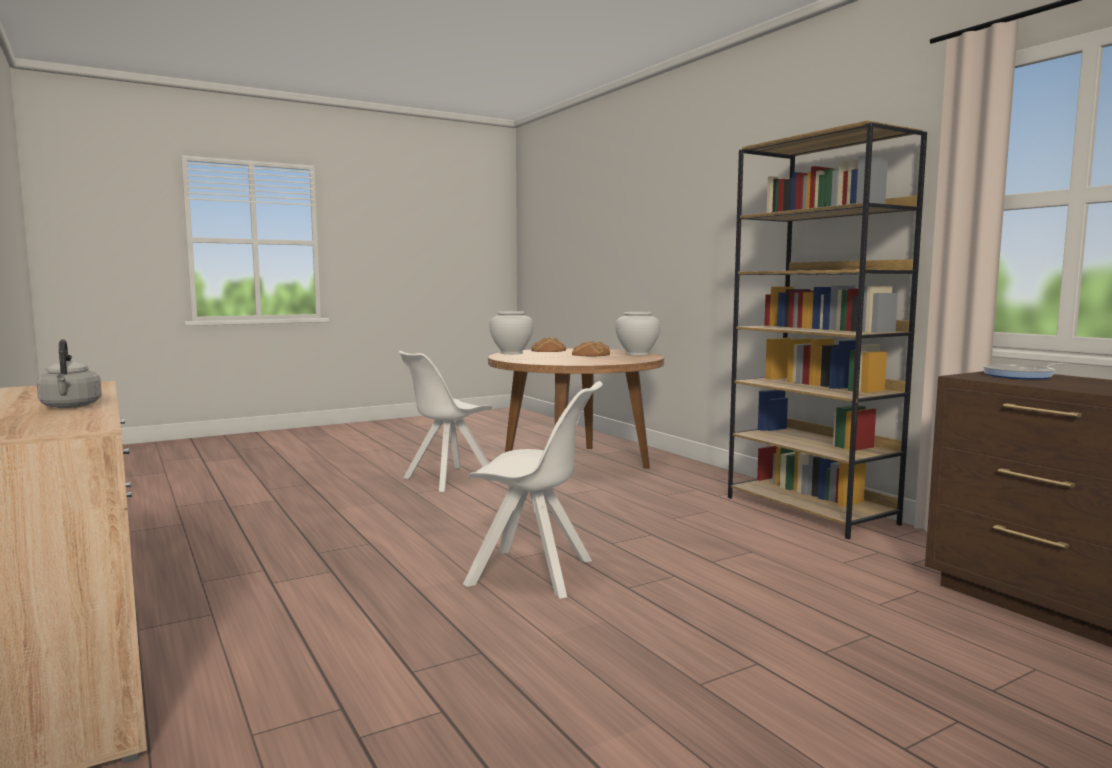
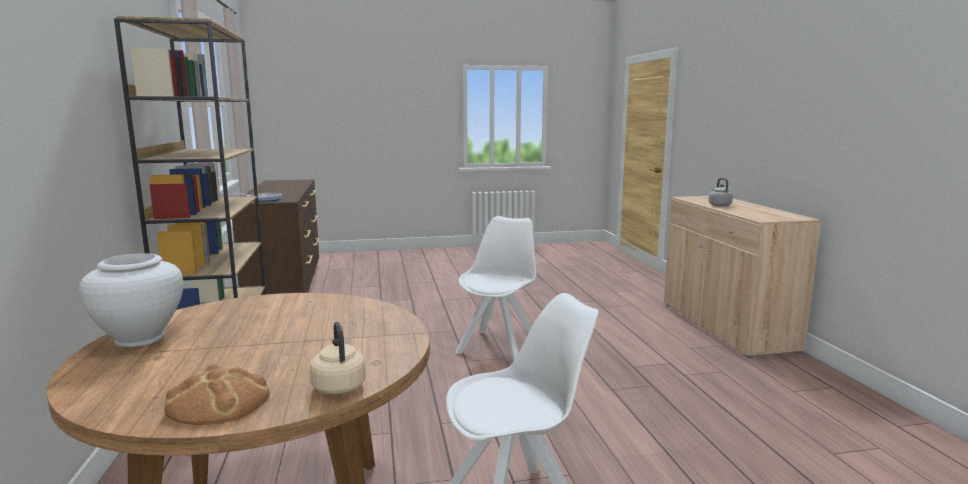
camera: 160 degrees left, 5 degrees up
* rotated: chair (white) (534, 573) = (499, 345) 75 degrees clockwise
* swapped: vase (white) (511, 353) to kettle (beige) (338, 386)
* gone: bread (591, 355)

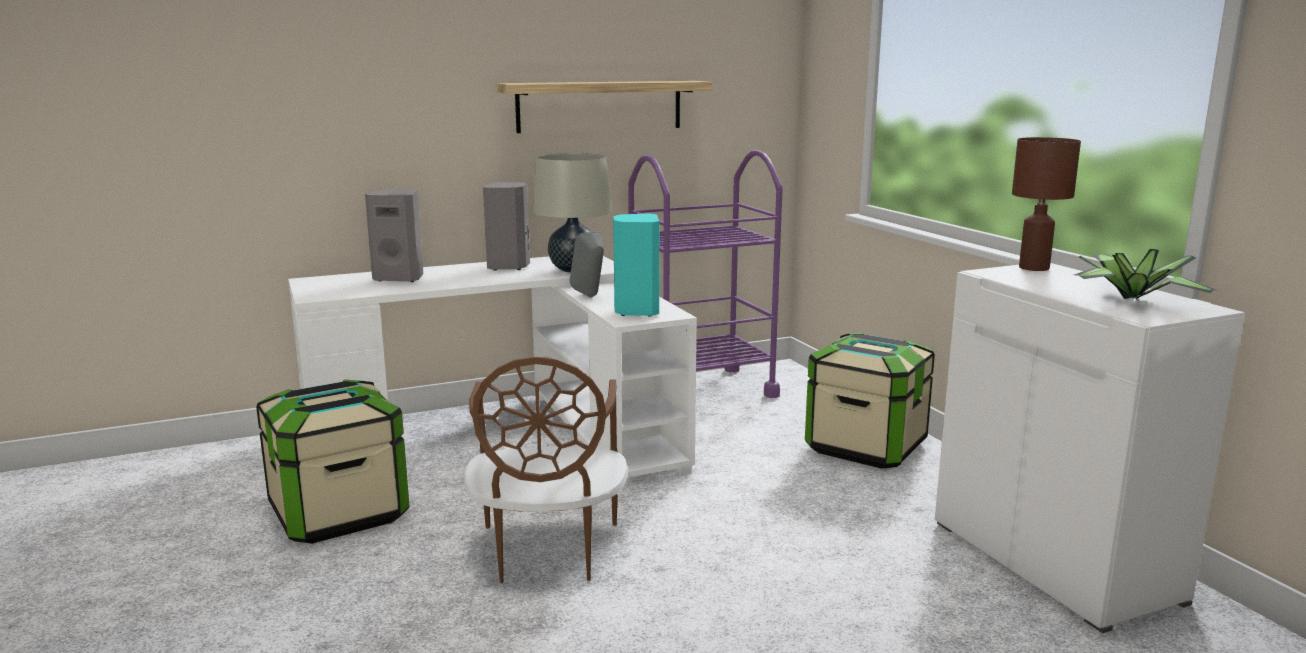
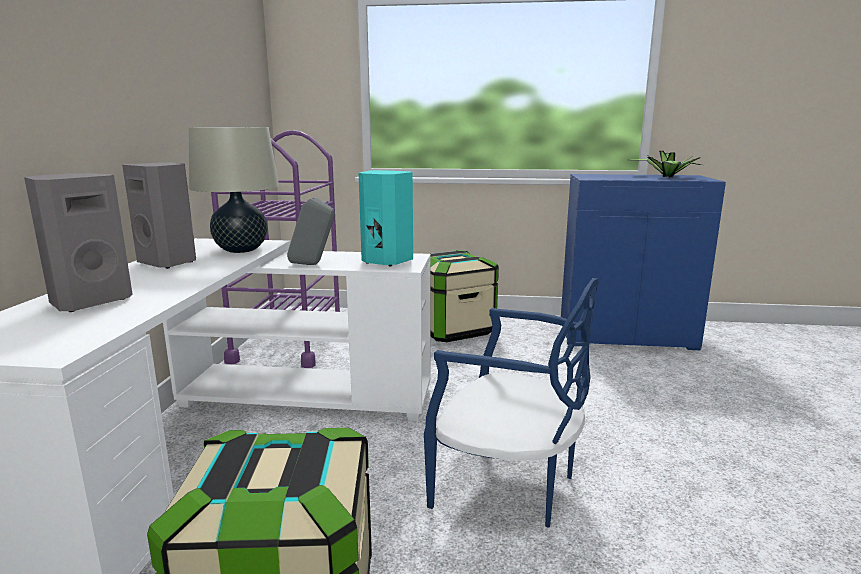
camera: 60 degrees left, 0 degrees up
* repainted: chair (brown) (547, 552) to chair (blue) (508, 486)
* gone: shelf (600, 106)
* repainted: cabinet (white) (1055, 561) to cabinet (blue) (626, 335)
* gone: table lamp (brown) (1034, 268)

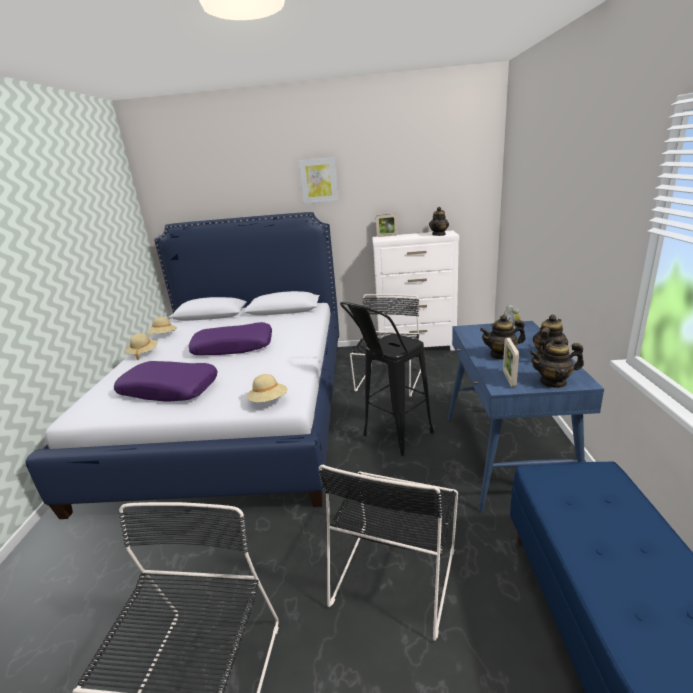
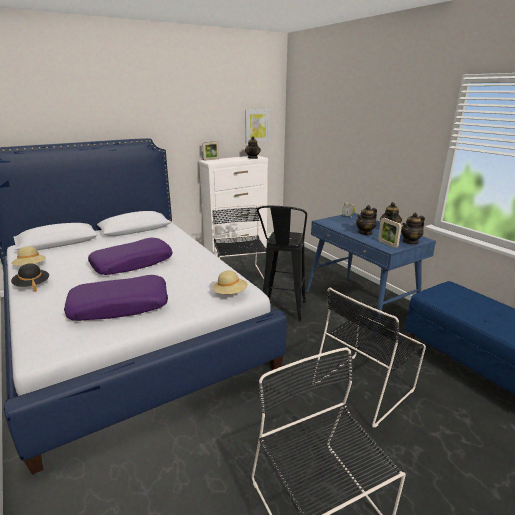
camera: 35 degrees left, 0 degrees up
* repainted: hat (beige) (143, 353) to hat (black) (32, 285)
* shifted: picture (318, 180) to (256, 126)
* rotated: chair (black) (396, 571) = (365, 386) 60 degrees clockwise

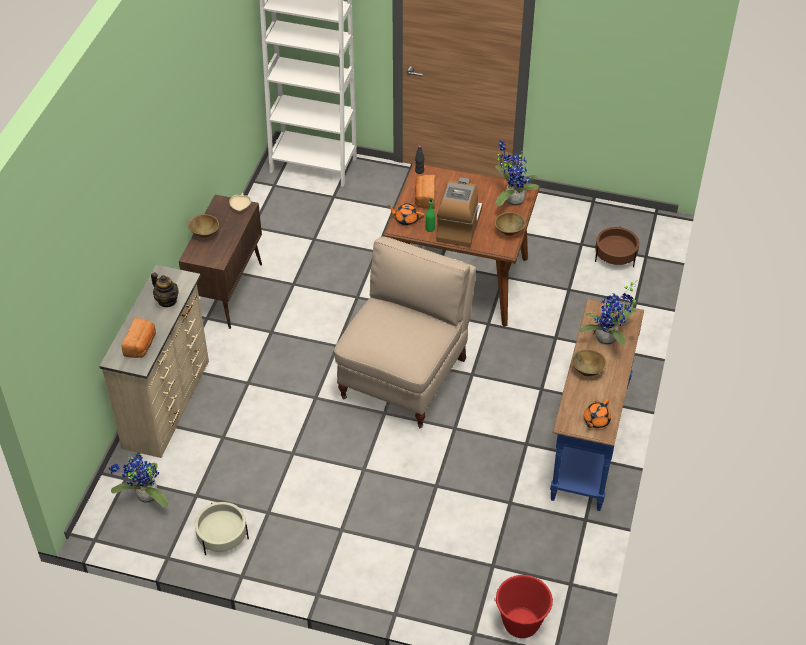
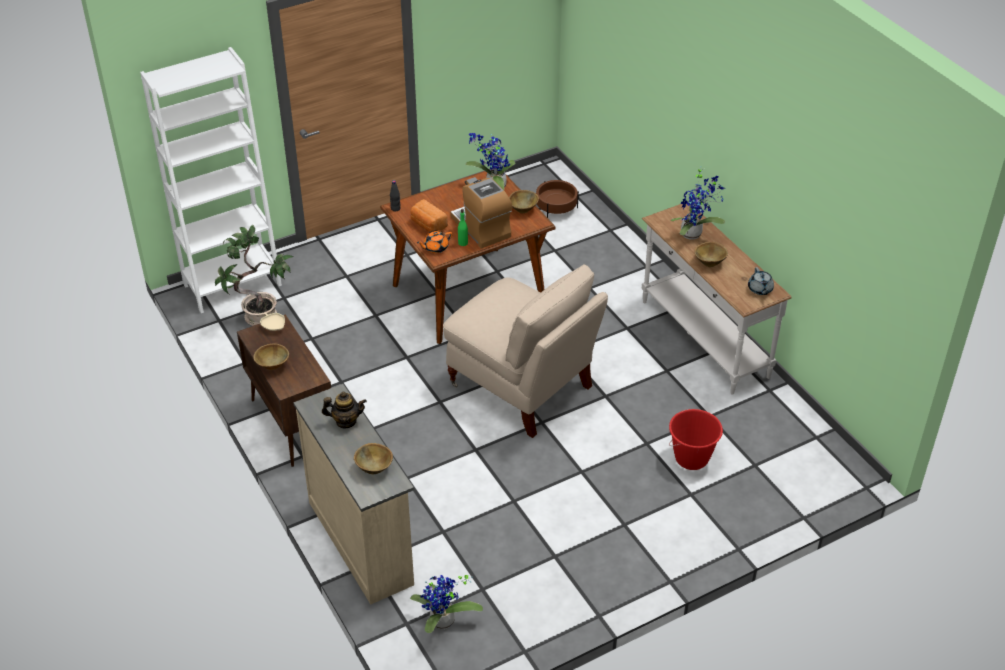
camera: 45 degrees left, 5 degrees down
* swapped: bread (141, 345) to bowl (brown) (374, 468)
* gone: planter (beige) (222, 537)
* rotated: chair (beige) (405, 377) = (522, 387) 150 degrees clockwise
* shifted: bucket (red) (521, 623) to (692, 458)
* repainted: console table (blue) (588, 441) to console table (white) (703, 339)
* repainted: teapot (orange) (596, 420) to teapot (grey) (760, 289)
* new: potted plant (260, 317)

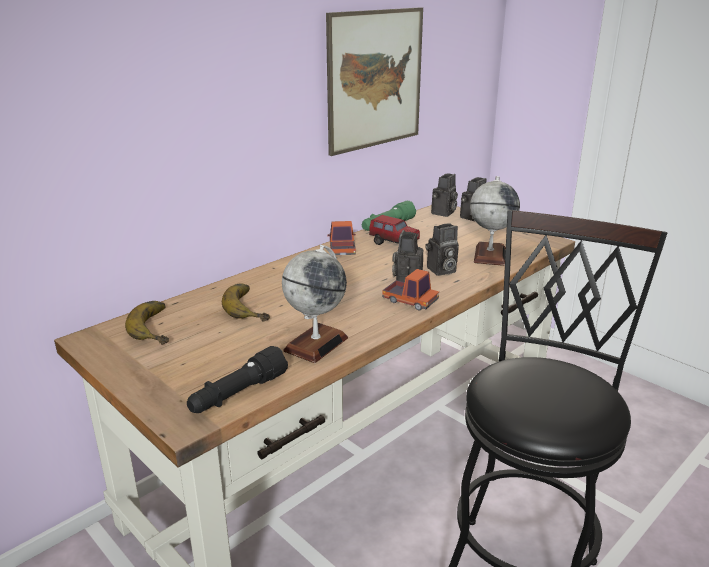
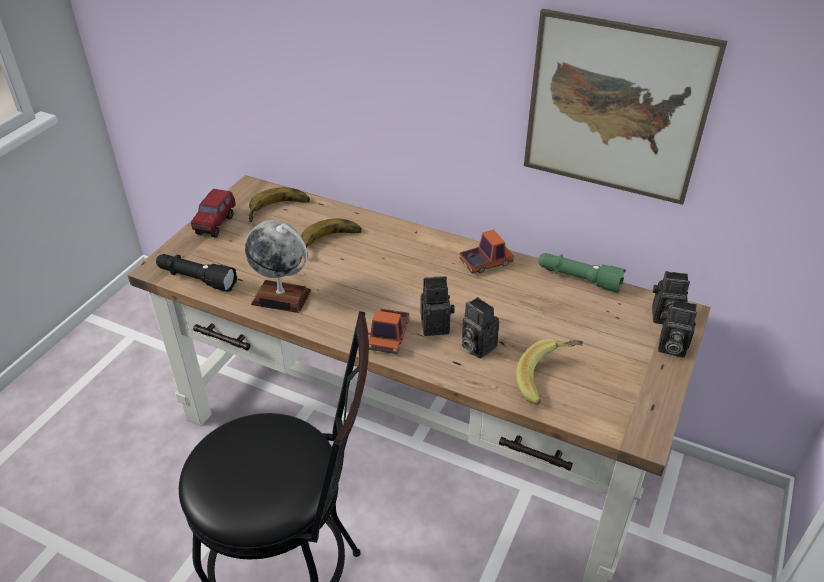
camera: 70 degrees right, 15 degrees up
* shifted: toy truck (394, 244) to (216, 224)
* swapped: globe (489, 255) to banana (548, 380)

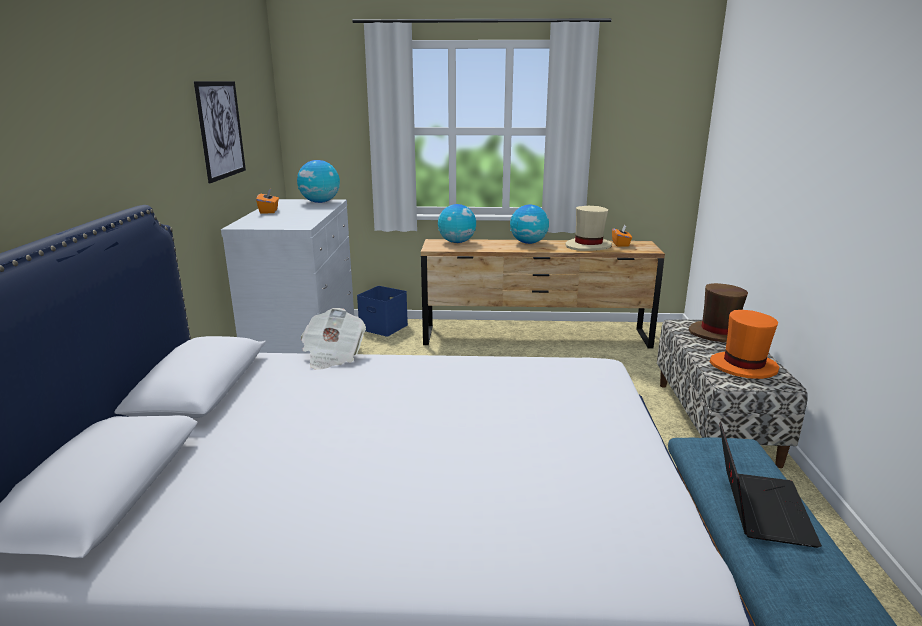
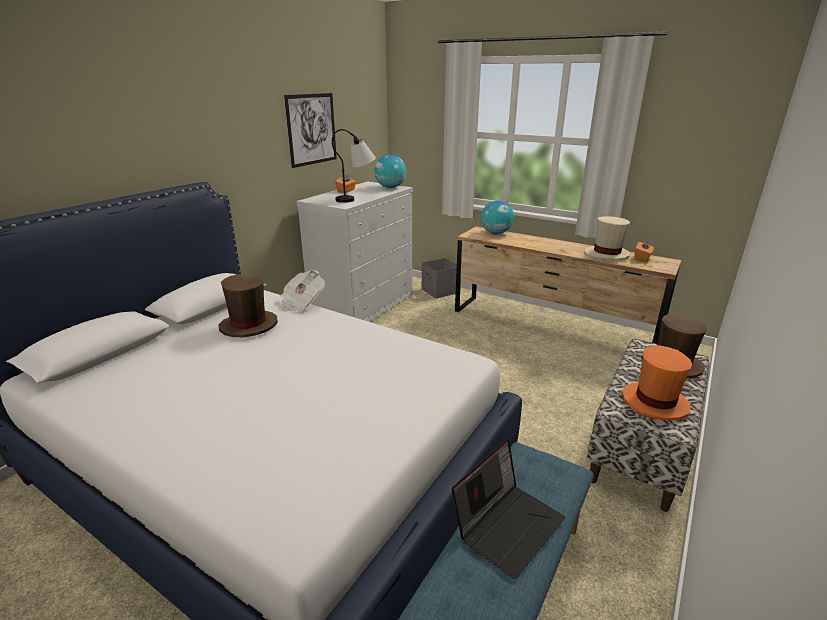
camera: 30 degrees right, 5 degrees up
* repainted: storage box (blue) (384, 327) to storage box (grey) (440, 291)
* gone: globe (528, 243)
* new: hat (brown) (248, 326)
* new: table lamp (357, 199)

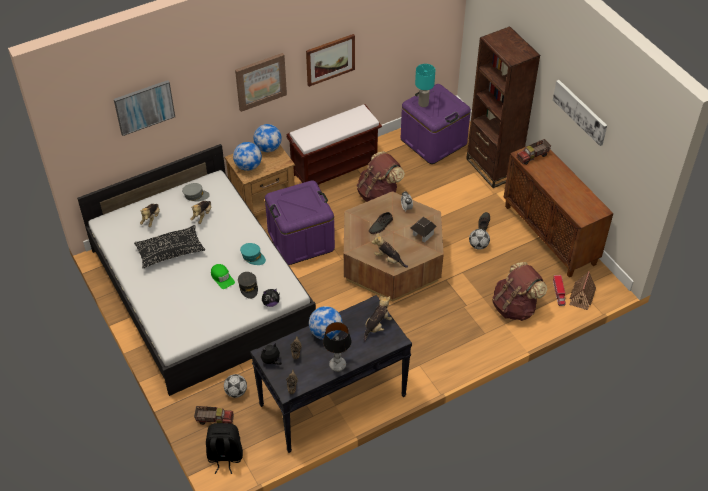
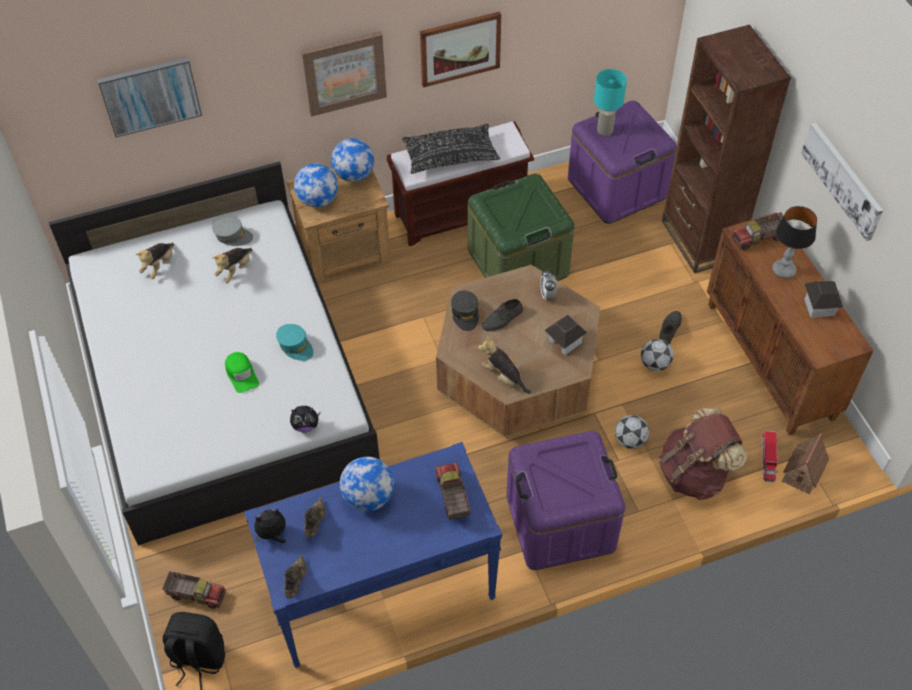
camera: 10 degrees right, 5 degrees up
* shifted: pillow (black) (170, 252) to (450, 157)
* shifted: football (236, 392) to (630, 440)
* shifted: cap (grey) (248, 287) to (465, 314)
* repainted: console table (black) (332, 401) to console table (blue) (380, 590)
* shifted: storage box (purple) (301, 240) to (560, 522)
* shifted: table lamp (337, 365) to (783, 270)
* swapped: backpack (brown) (378, 194) to storage box (green) (518, 262)
* swapped: plush toy (377, 326) to toy truck (452, 497)
* new: toy house (819, 307)

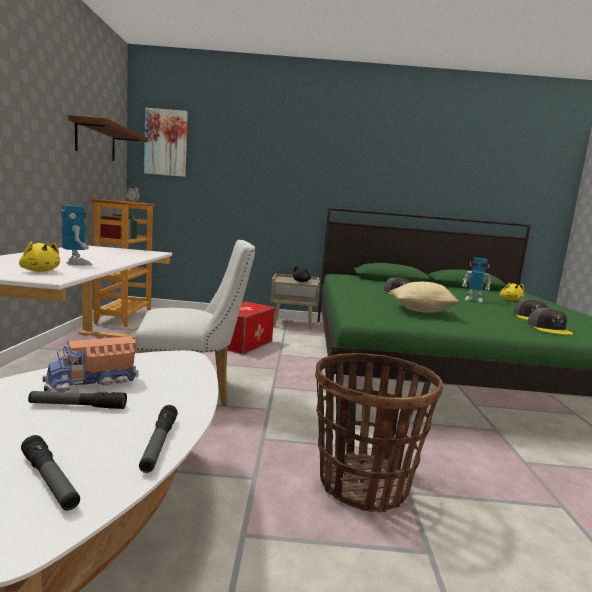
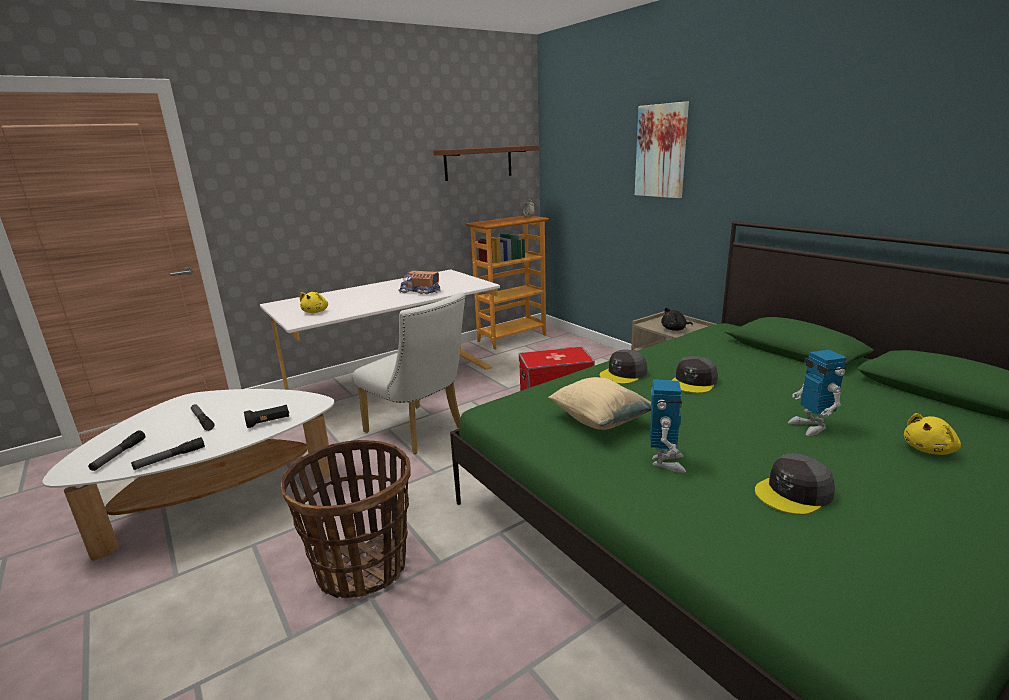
camera: 55 degrees right, 10 degrees up
* shifted: toy truck (92, 382) to (420, 292)
* shifted: toy robot (76, 263) to (665, 462)
* shifted: picture (166, 143) to (661, 151)
* shifted: cap (grey) (549, 329) to (624, 374)
* new: flashlight (black) (269, 422)

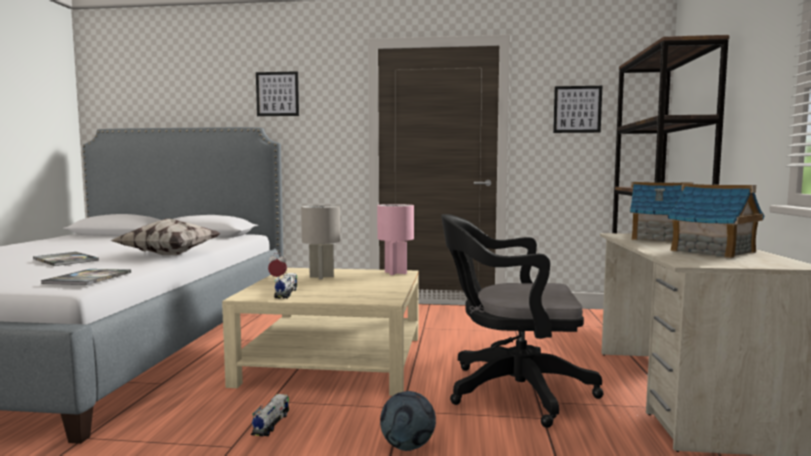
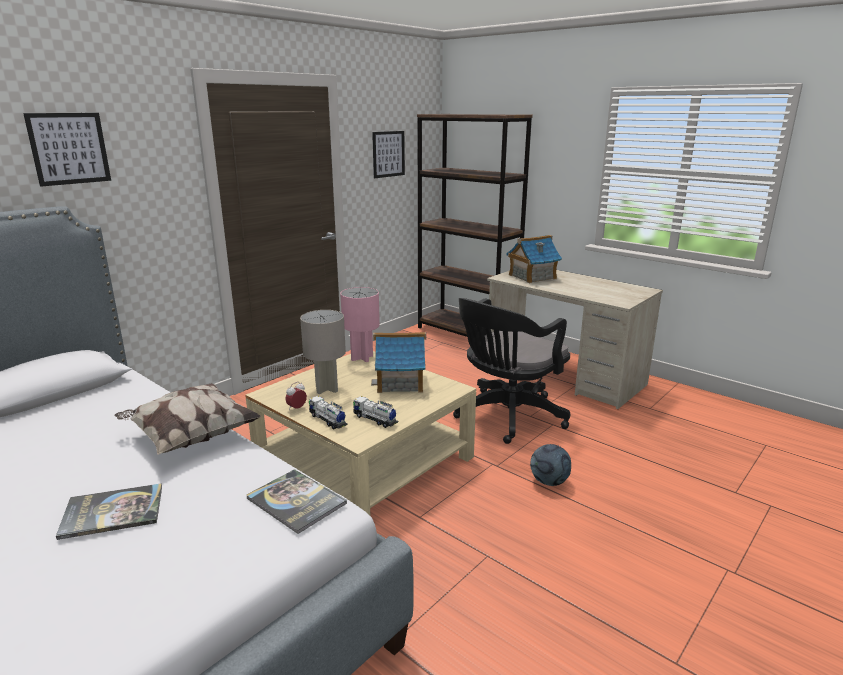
camera: 55 degrees left, 15 degrees up
* shifted: toy truck (270, 425) to (328, 420)
* shifted: toy house (713, 251) to (400, 382)

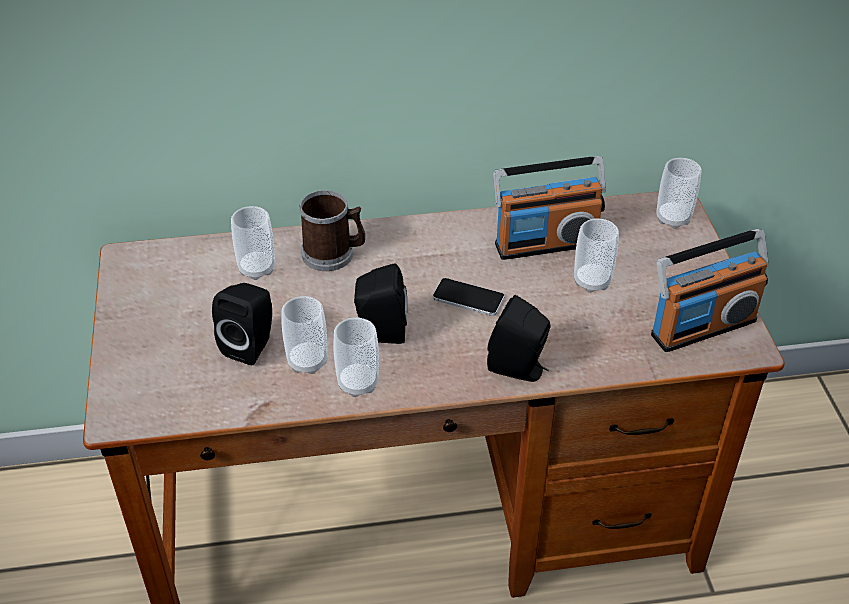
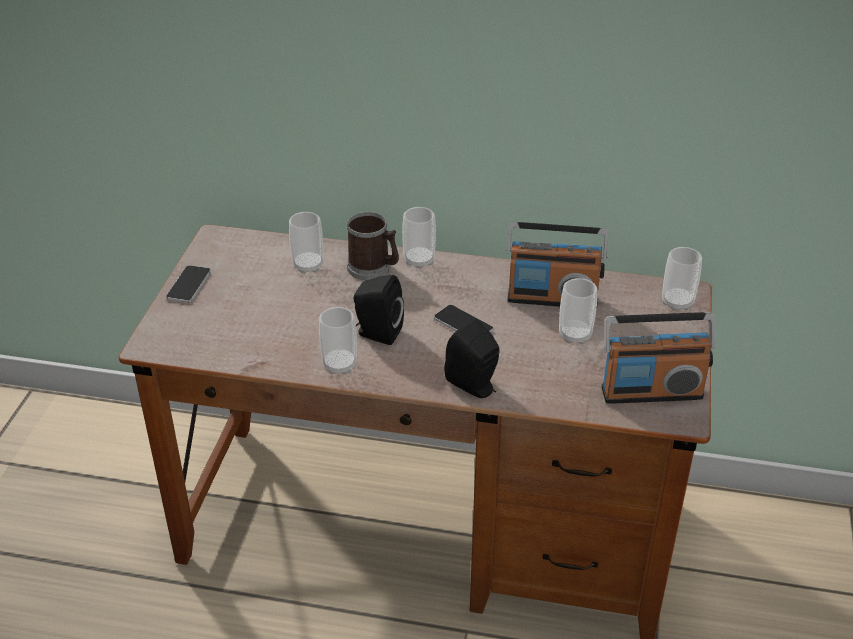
camera: 20 degrees right, 5 degrees down
* gone: speaker (black) (251, 345)
* shifted: cup (307, 361) to (419, 261)
* new: phone (189, 285)

